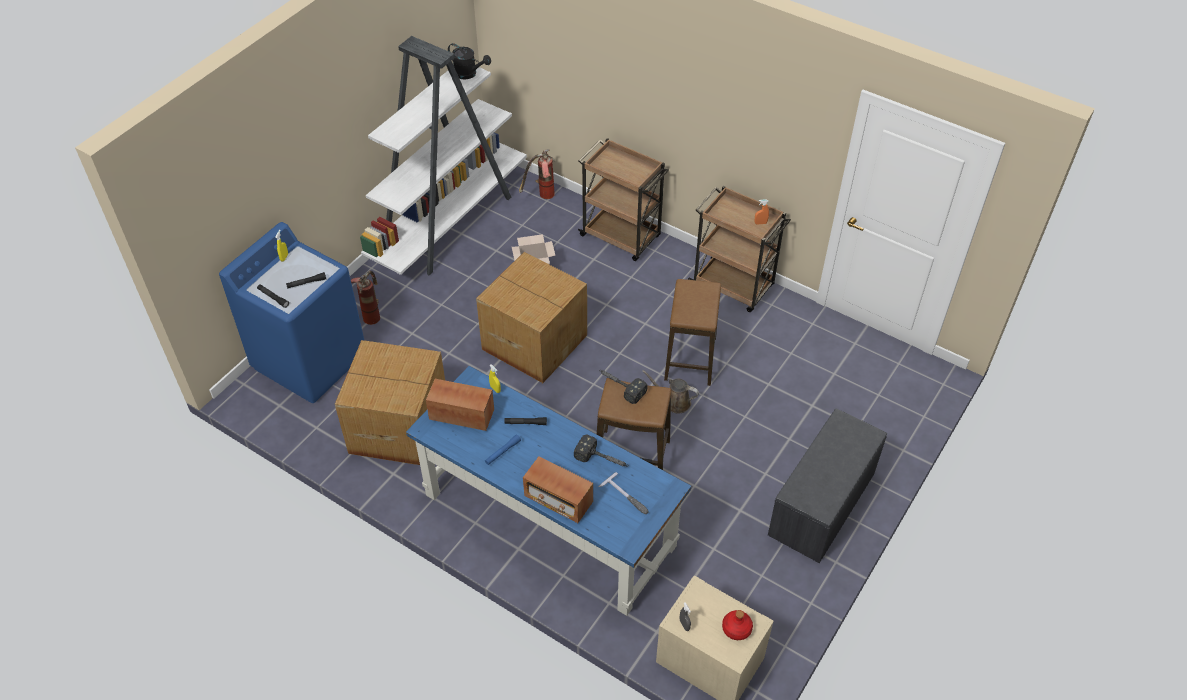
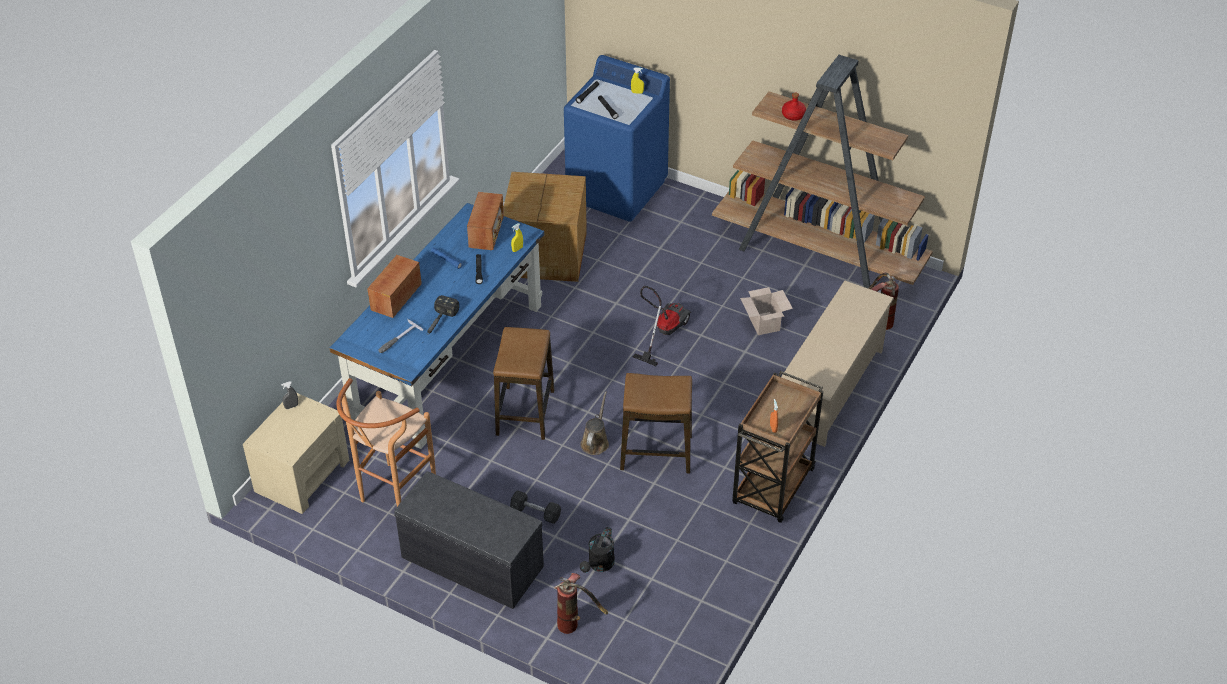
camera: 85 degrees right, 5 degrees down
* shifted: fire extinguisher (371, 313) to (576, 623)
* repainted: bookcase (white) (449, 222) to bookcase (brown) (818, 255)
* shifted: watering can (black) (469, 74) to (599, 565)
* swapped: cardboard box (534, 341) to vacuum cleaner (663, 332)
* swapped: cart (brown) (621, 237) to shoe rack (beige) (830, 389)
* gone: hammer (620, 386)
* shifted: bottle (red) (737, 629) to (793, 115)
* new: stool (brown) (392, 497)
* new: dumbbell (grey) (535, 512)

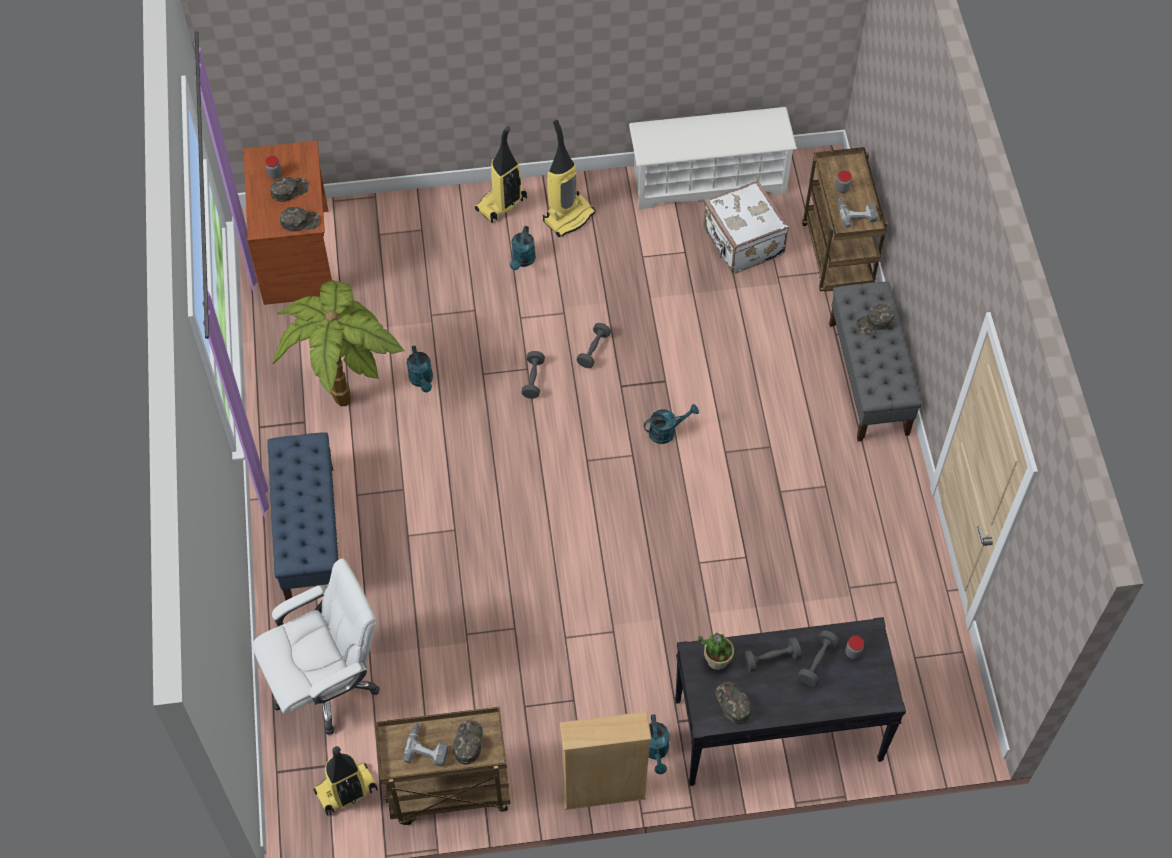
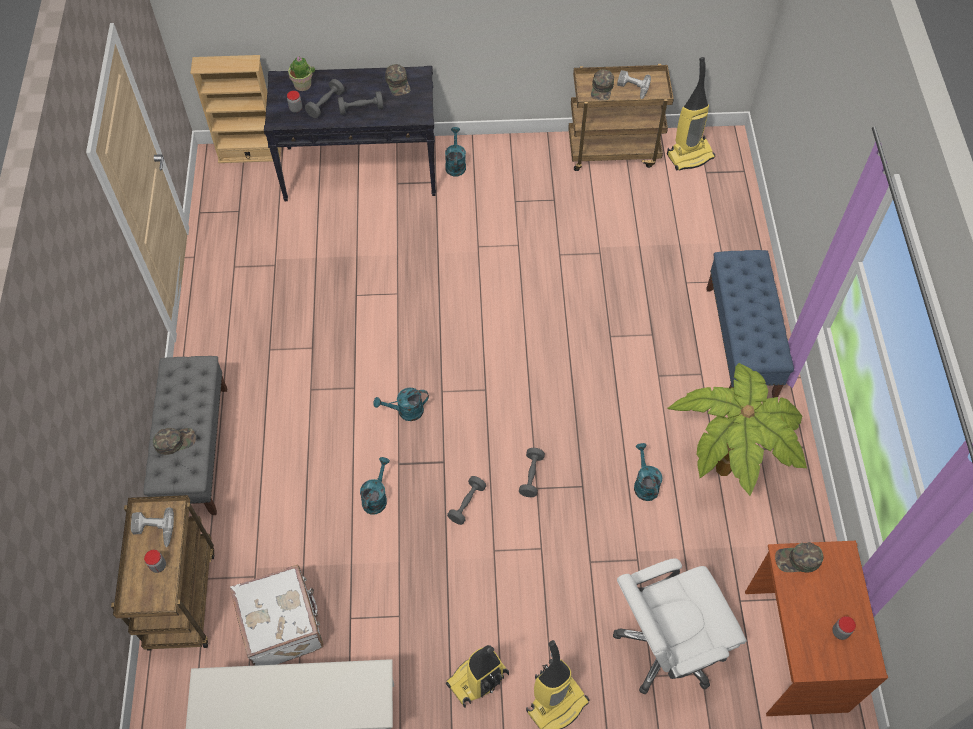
camera: 175 degrees left, 0 degrees up
* shifted: office chair (white) (326, 683) to (666, 647)
* gone: cap (green) (289, 190)
* shifted: watering can (turquoise) (522, 261) to (376, 497)
* shifted: bookcase (beige) (604, 792) to (249, 154)
* shifted: potted plant (717, 659) to (303, 85)

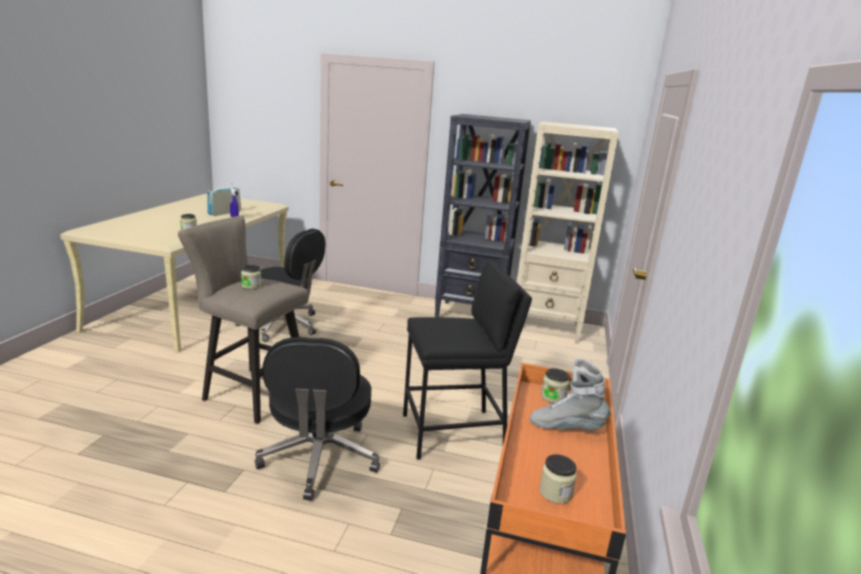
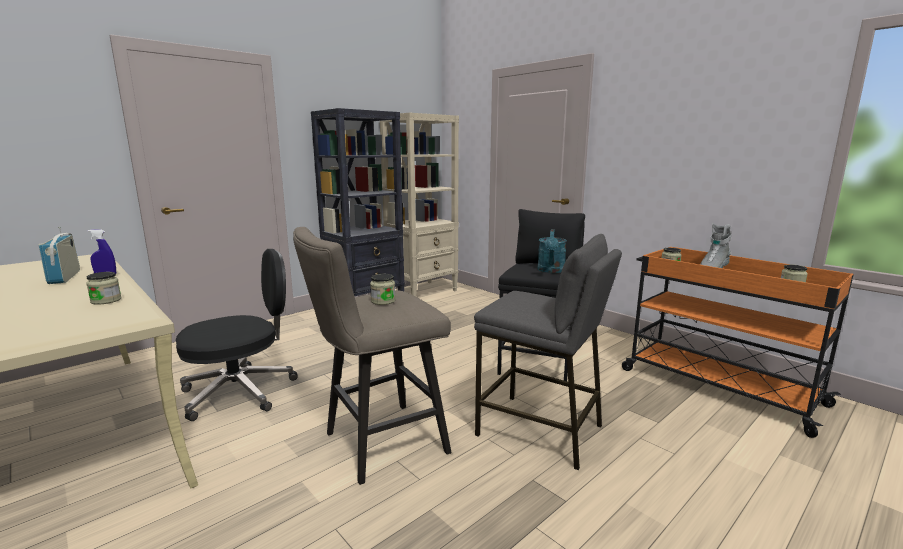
camera: 55 degrees left, 5 degrees down
* swapped: office chair (black) (319, 459) to stool (grey) (540, 430)
* new: watering can (turquoise) (551, 271)

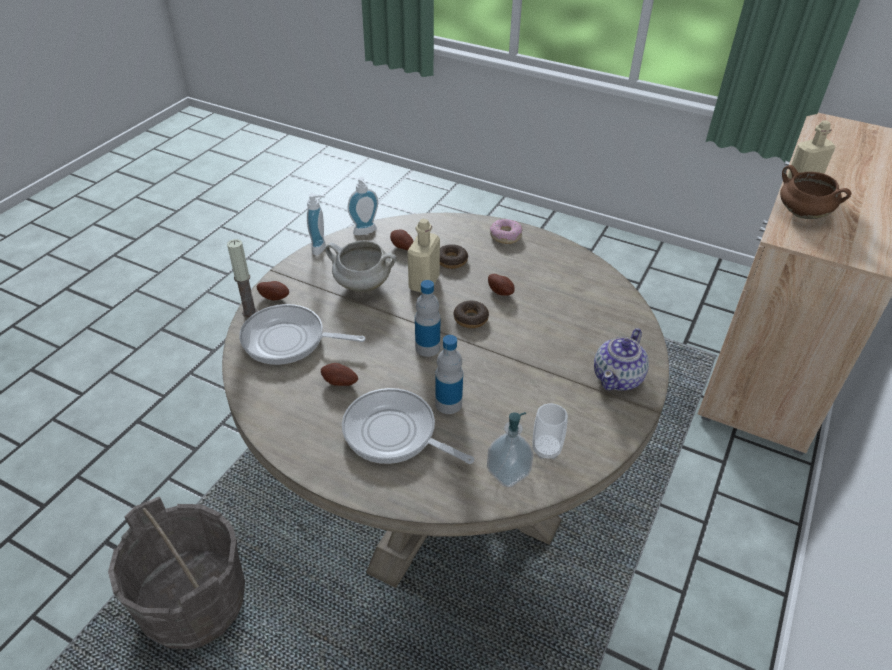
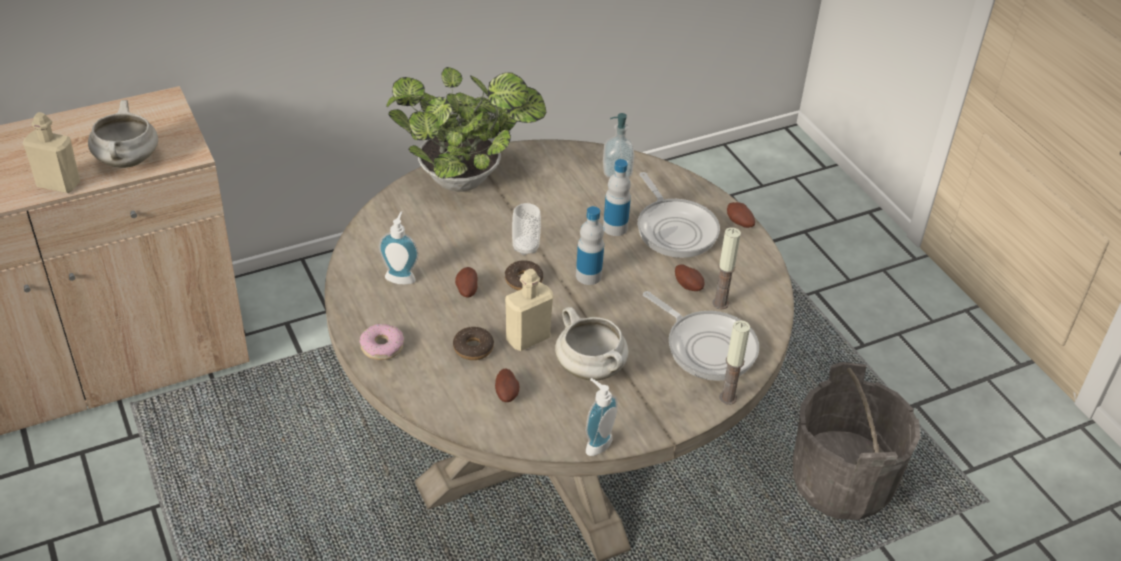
camera: 145 degrees left, 0 degrees up
* shifted: potato (274, 297) to (739, 223)
* shifted: soap dispenser (366, 232) to (401, 276)
* shifted: cup (546, 449) to (525, 247)
* swapped: teapot (618, 378) to potted plant (466, 179)
* repainted: cooking pot (brown) (801, 214) to cooking pot (white) (128, 161)
* new: candle (720, 303)

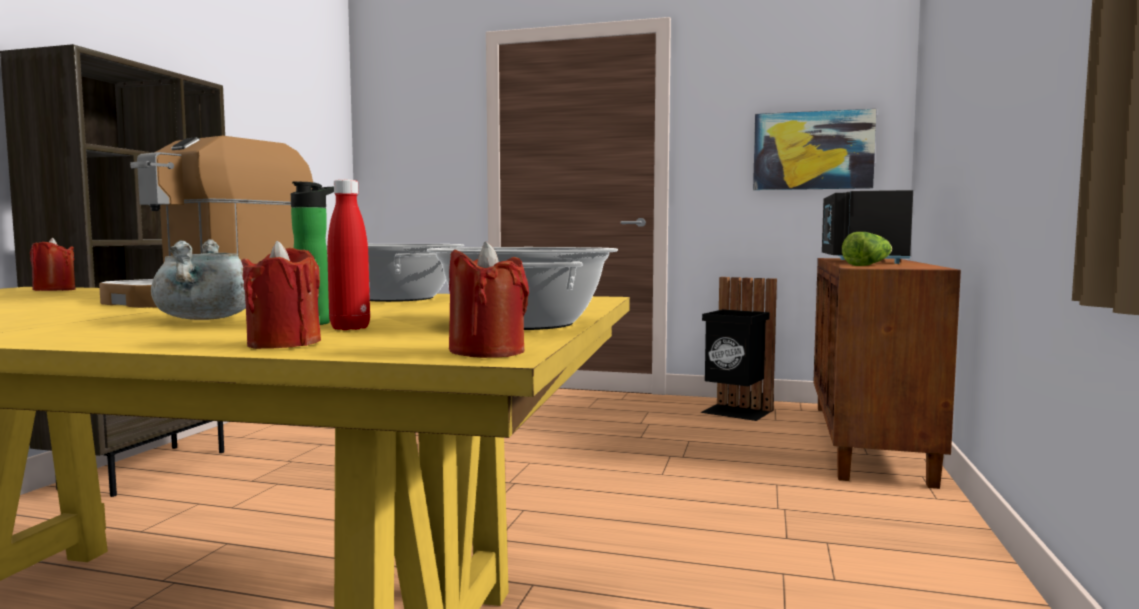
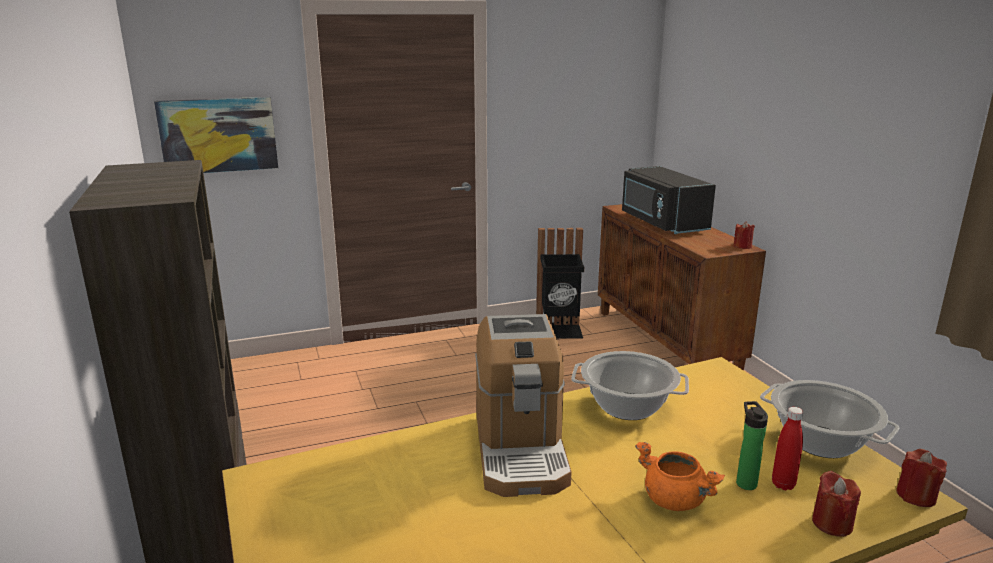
camera: 35 degrees left, 15 degrees up
* shifted: candle (red) (54, 290) to (742, 246)
* repainted: cooking pot (grey) (206, 319) to cooking pot (orange) (675, 500)
* shifted: picture (812, 150) to (218, 135)
* gone: lettuce (867, 265)

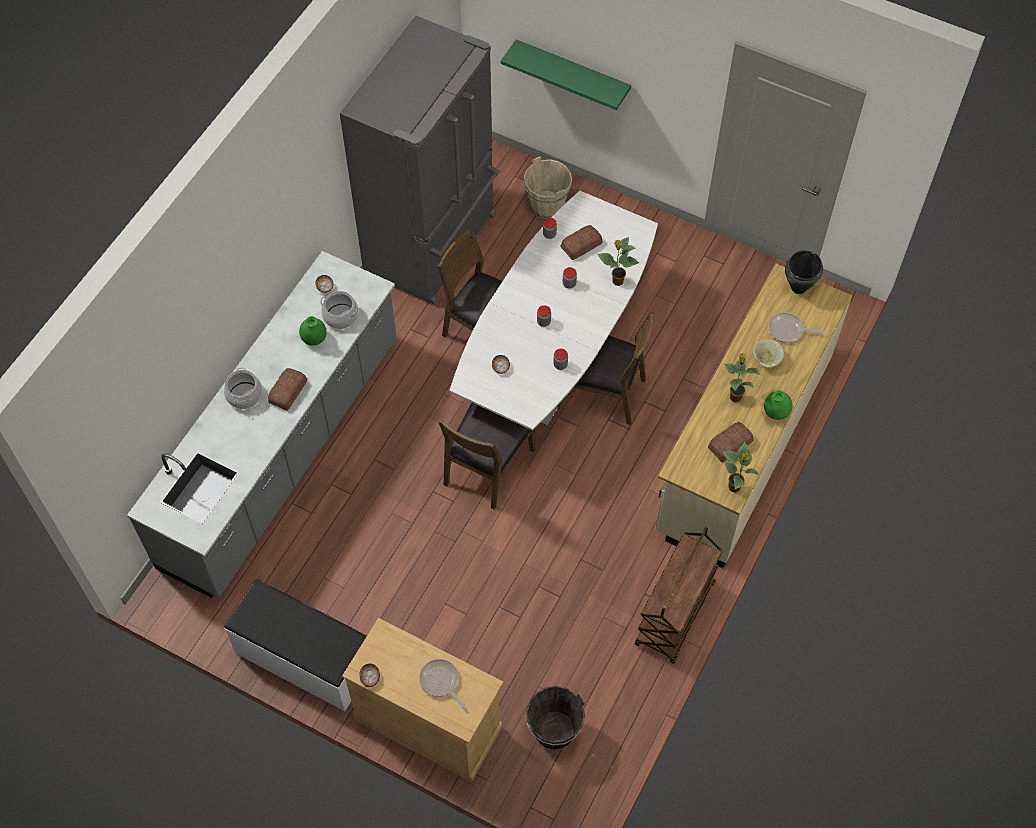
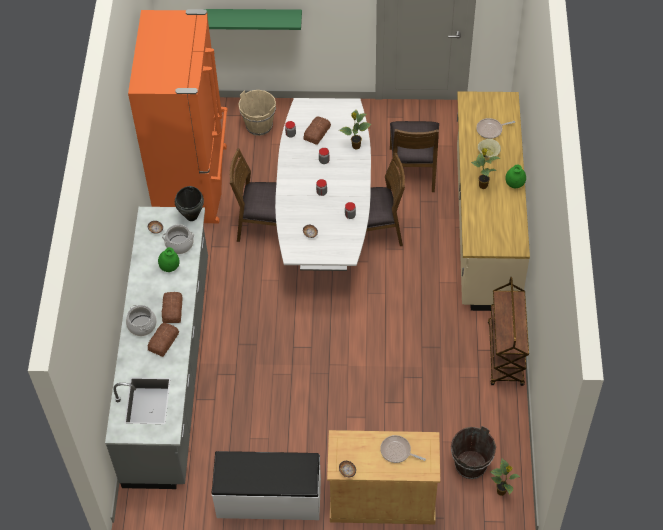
camera: 25 degrees left, 5 degrees down
* repainted: fridge (grey) (434, 245) to fridge (orange) (194, 183)
* shifted: chair (brown) (487, 466) to (413, 170)
* shifted: bread (729, 444) to (162, 341)
* shifted: potted plant (734, 487) to (502, 491)
* shifted: cooking pot (black) (799, 288) to (192, 216)

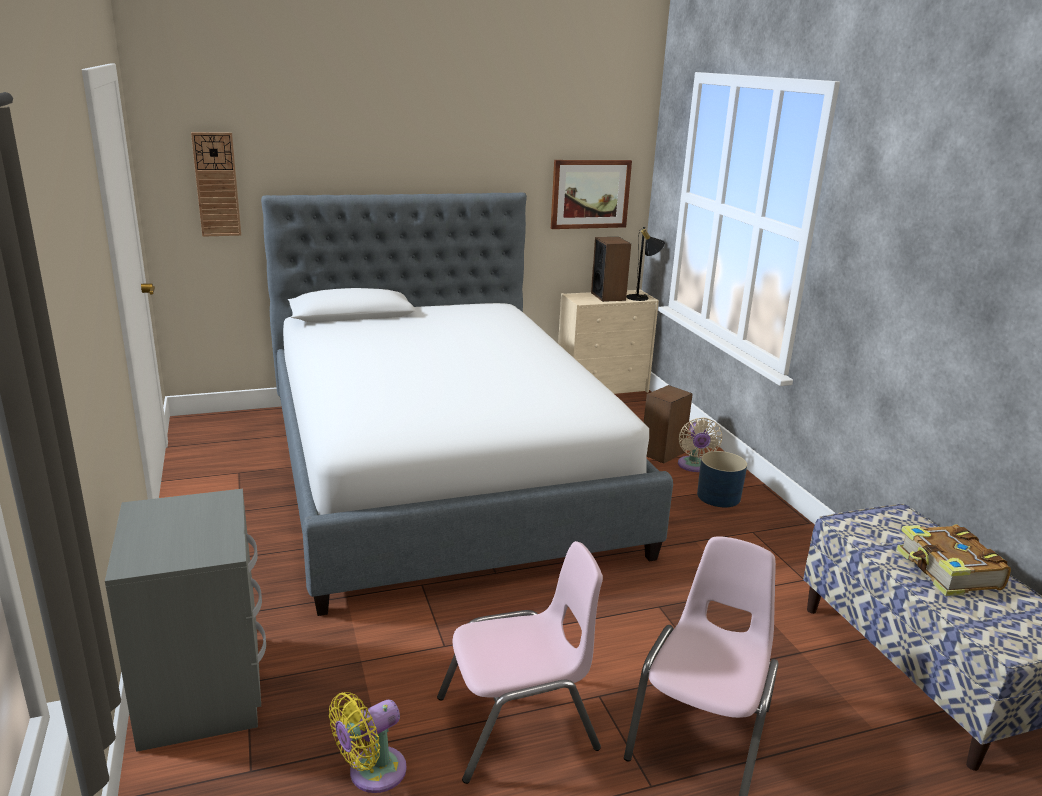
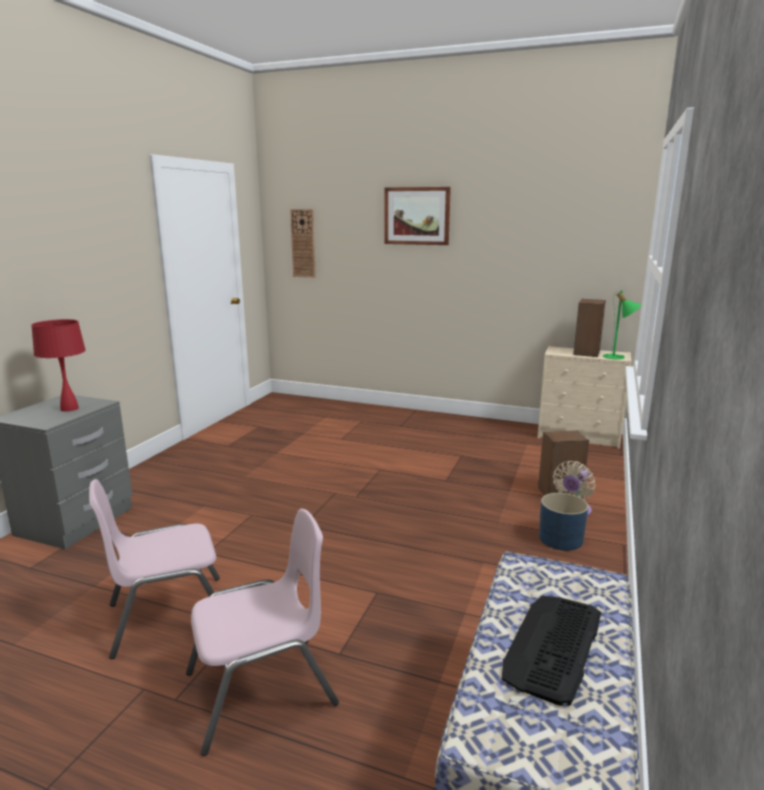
camera: 40 degrees right, 5 degrees down
* gone: bed (440, 472)
* gone: fan (yellow) (372, 773)
* rotated: chair (pink) (518, 725) = (169, 615) 135 degrees clockwise
* shifted: picture (590, 194) to (417, 216)
* repainted: table lamp (black) (641, 297) to table lamp (green) (618, 357)
* swapped: book (948, 572) to keyboard (553, 646)
* new: table lamp (red) (69, 408)

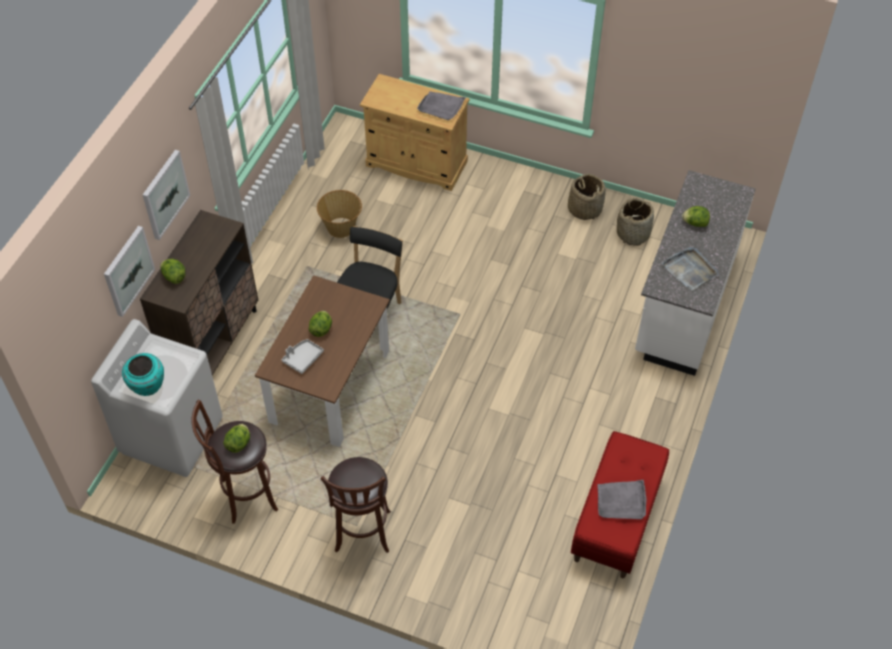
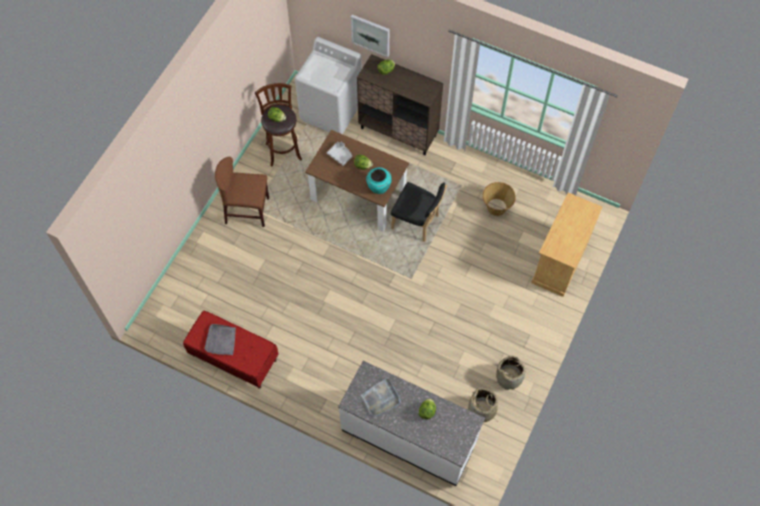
camera: 95 degrees right, 10 degrees up
* shifted: vase (turquoise) (147, 387) to (378, 187)
* gone: picture (164, 194)
* swapped: stool (brown) (362, 534) to chair (brown) (247, 210)
* gone: tray (grey) (441, 107)

